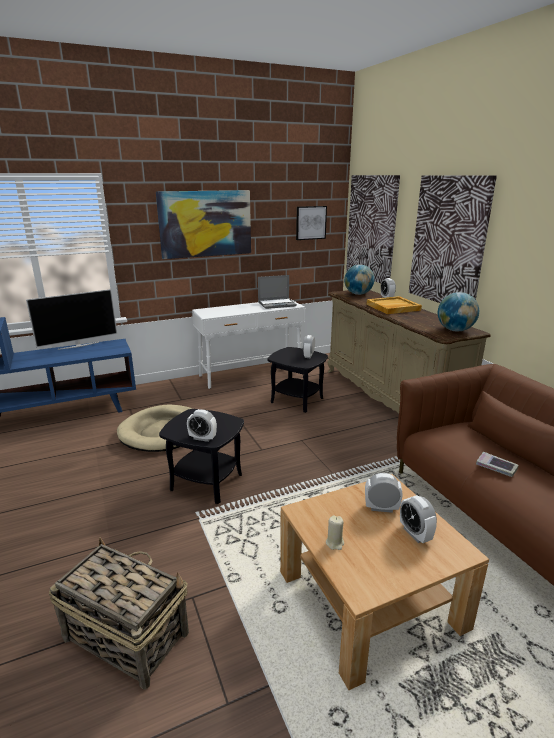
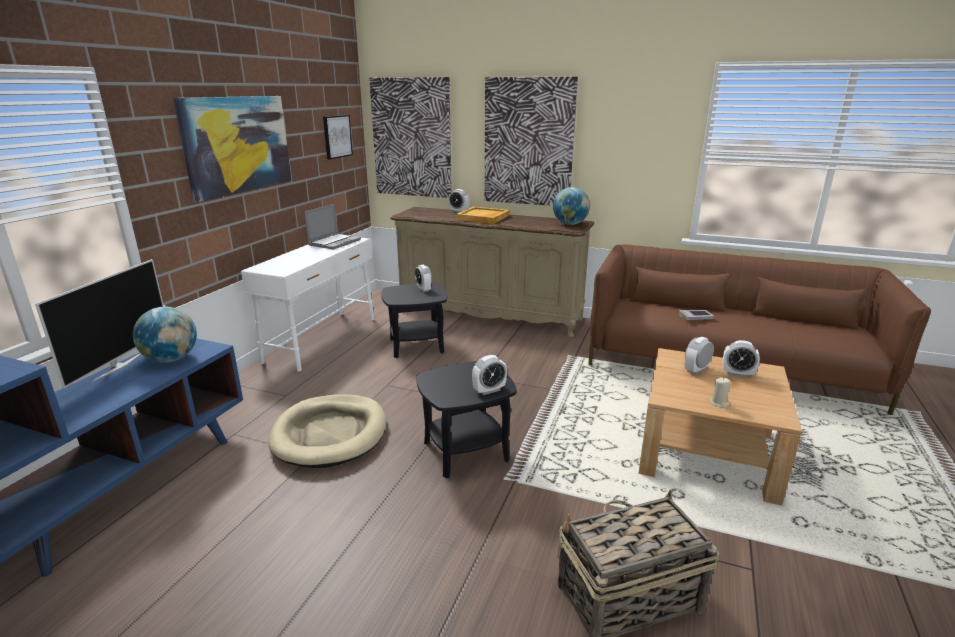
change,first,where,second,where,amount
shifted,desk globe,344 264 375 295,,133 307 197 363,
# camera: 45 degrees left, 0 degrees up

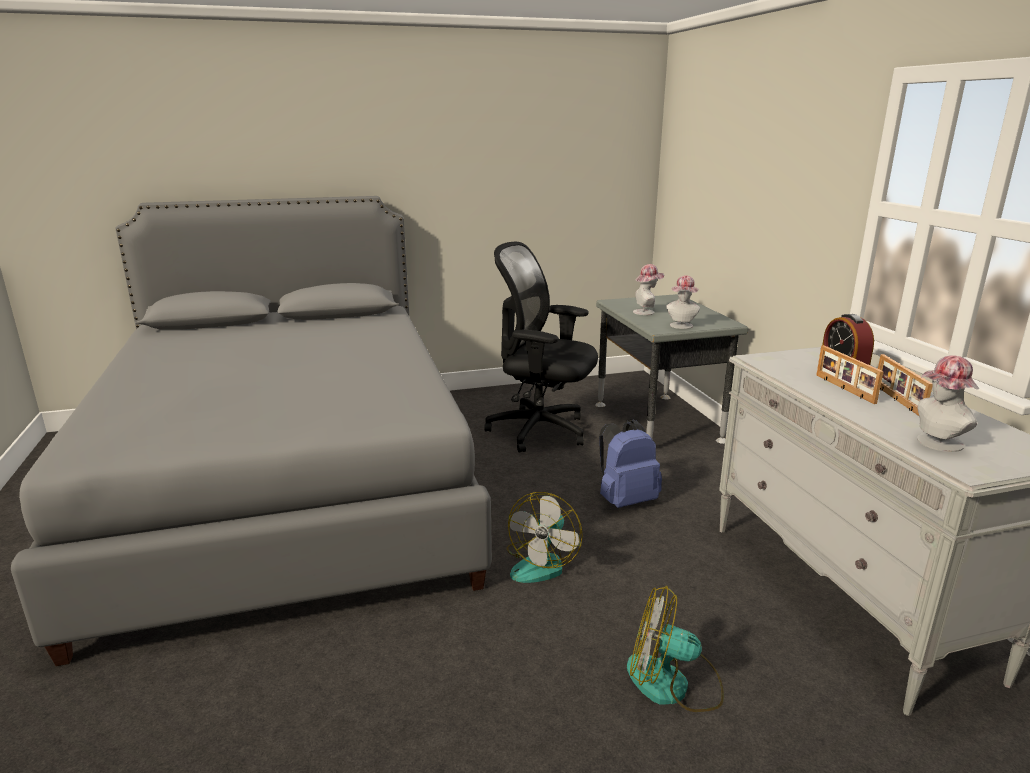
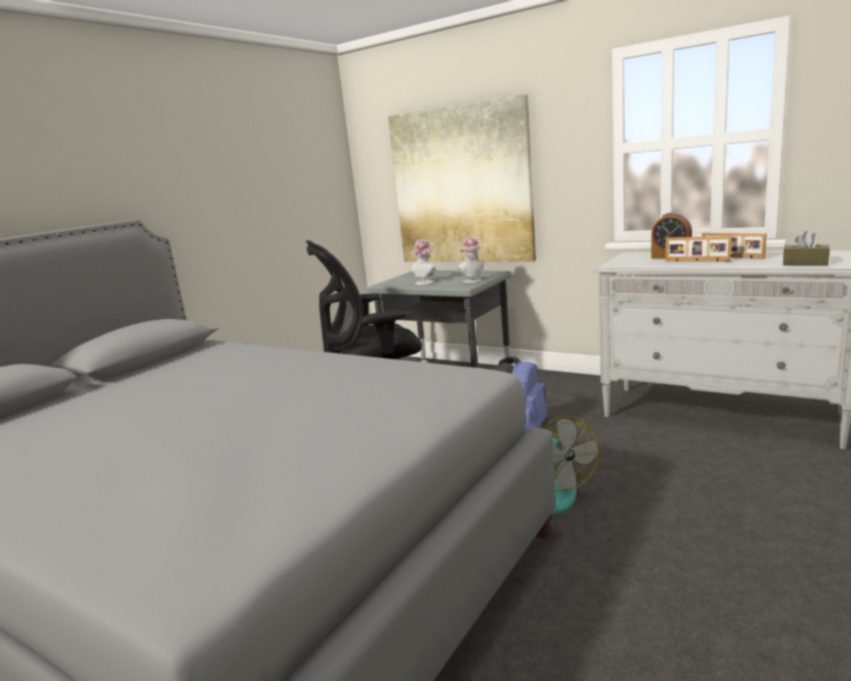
change,first,where,second,where,amount
new,,,wall picture,388 94 536 262,
swapped,hat,917 355 979 452,brownish tissue holder,783 231 829 265,
gone,electric fan,627 586 724 712,,,
# camera: 40 degrees left, 5 degrees down

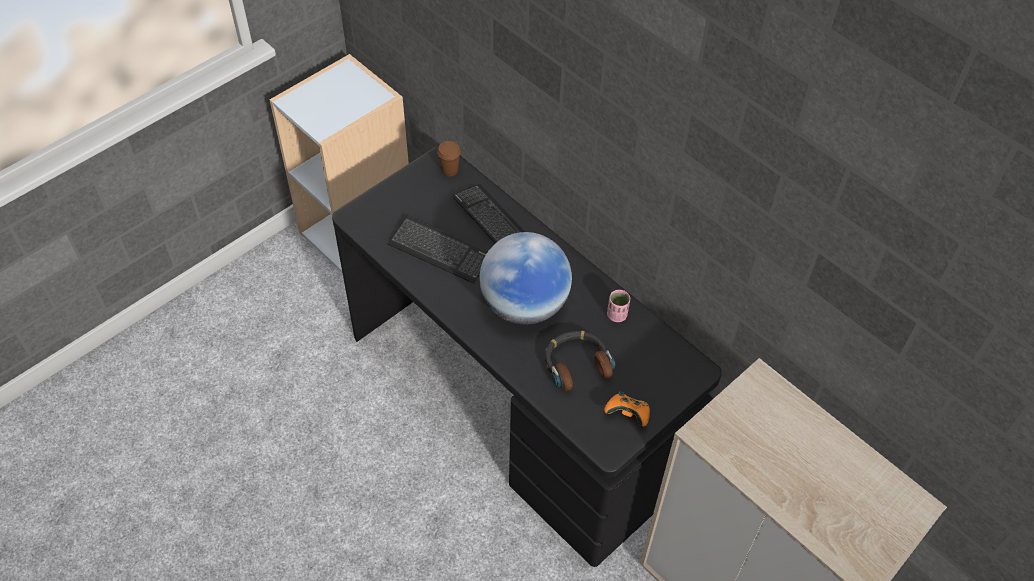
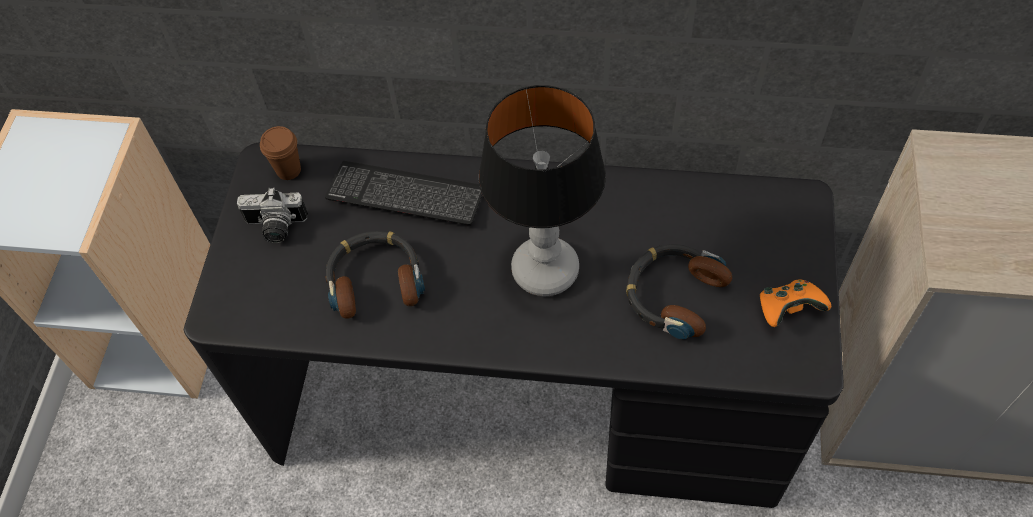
change,first,where,second,where,amount
new,,,still camera,237 187 308 243,
swapped,computer keyboard,388 216 487 284,pair of headphones,325 231 425 319,
swapped,desk globe,479 232 572 324,table lamp,479 85 606 296,
gone,pink small cup,607 290 630 322,,,
# camera: 35 degrees left, 5 degrees up

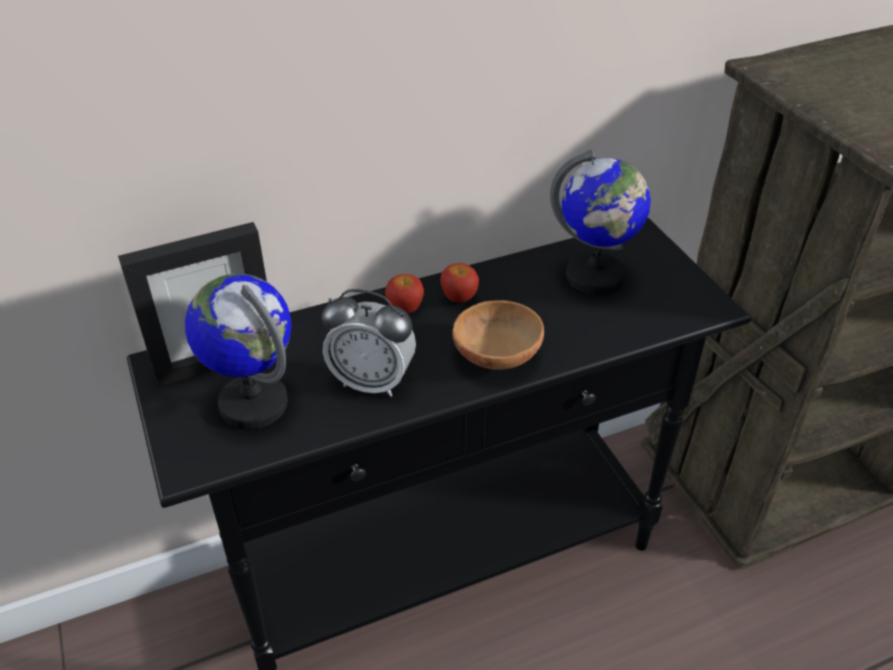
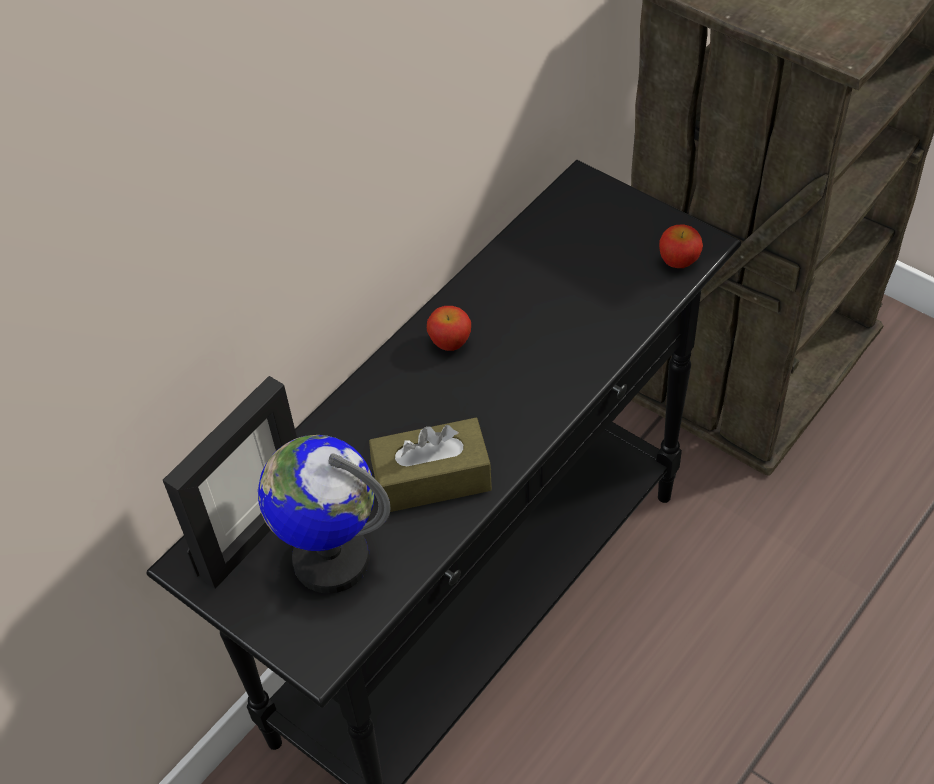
change,first,where,second,where,amount
swapped,bedside clock,322 289 416 397,brownish tissue holder,369 418 492 512,
shifted,apple,385 274 424 313,,659 224 703 268,
gone,brownish deep dish,452 300 544 370,,,
gone,desk globe,550 149 651 295,,,
# camera: 25 degrees left, 10 degrees up

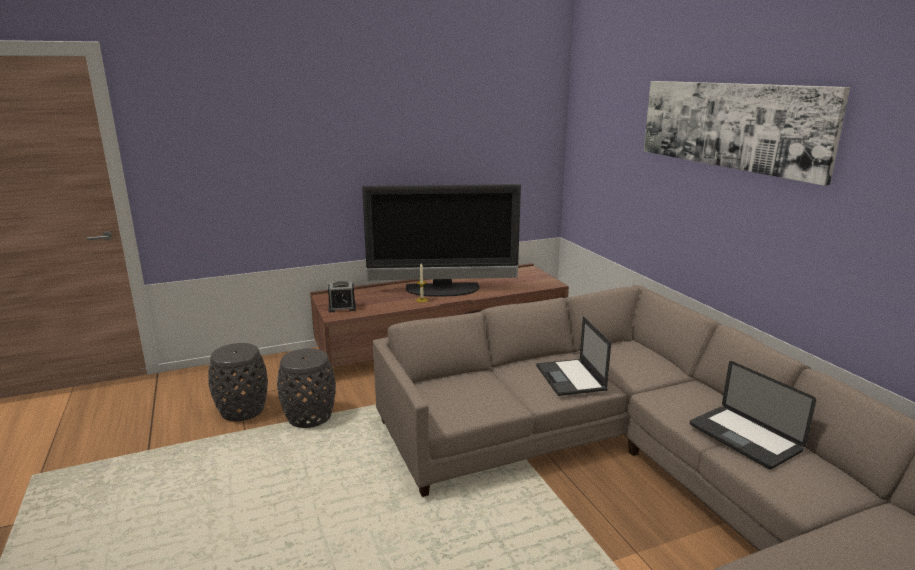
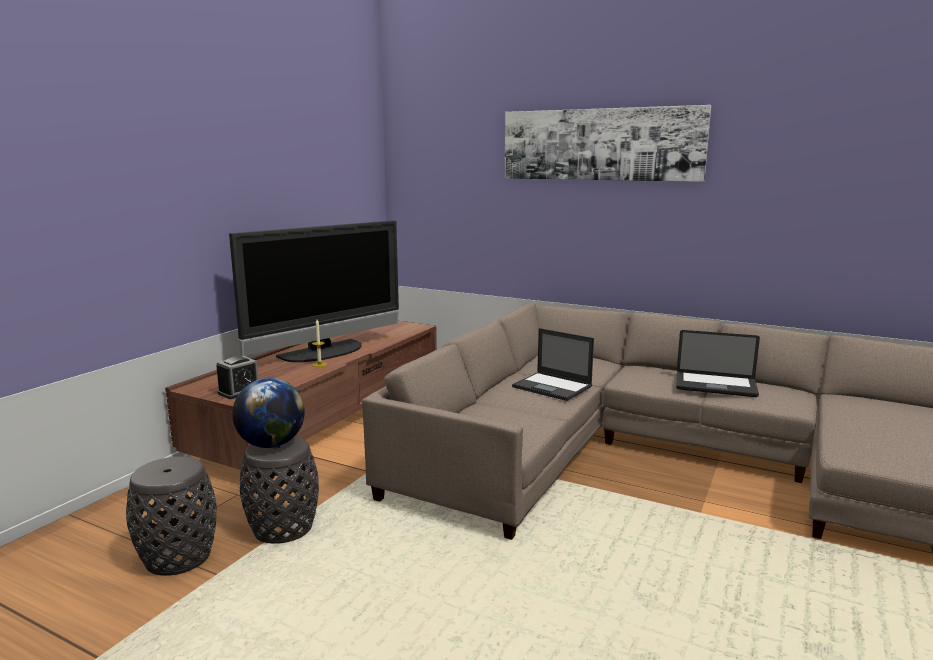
change,first,where,second,where,amount
new,,,desk globe,232 378 305 448,
# camera: 40 degrees left, 5 degrees down

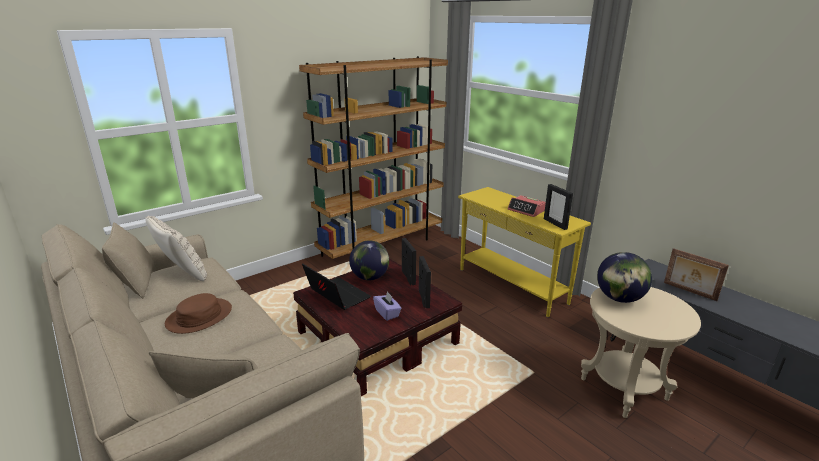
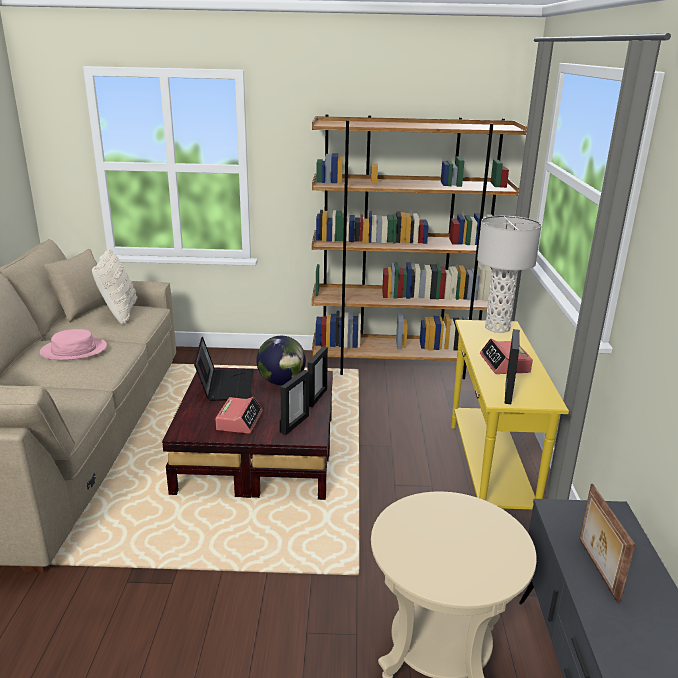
change,first,where,second,where,amount
repainted,brownish hat,165 293 232 334,pink hat,40 329 107 360,
swapped,purple-coloured tissue holder,373 291 401 321,bedside clock,215 397 263 434,
new,,,white-coloured table lamp,477 216 542 333,
gone,desk globe,597 252 652 303,,,
# camera: 40 degrees right, 0 degrees up

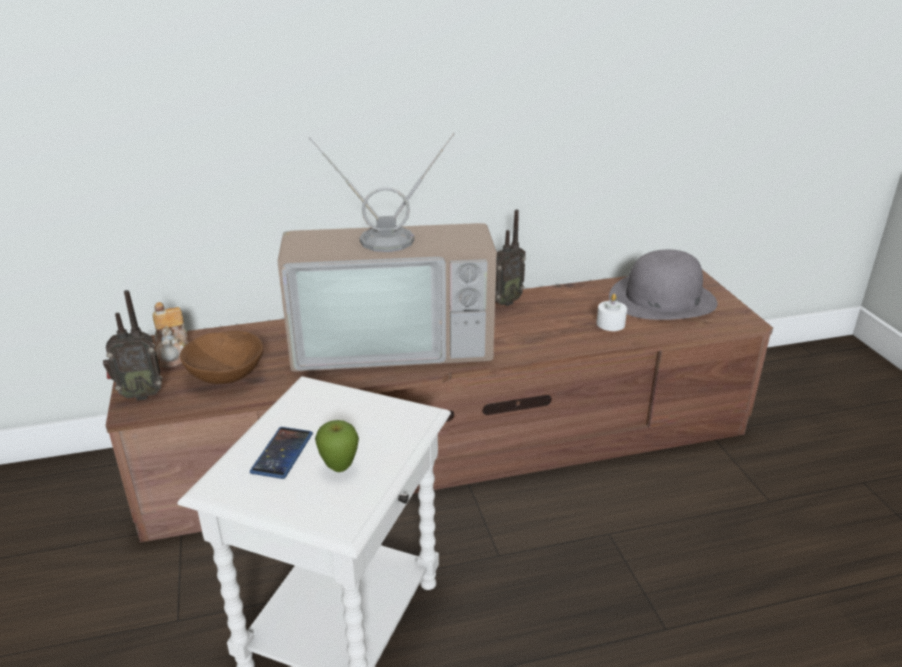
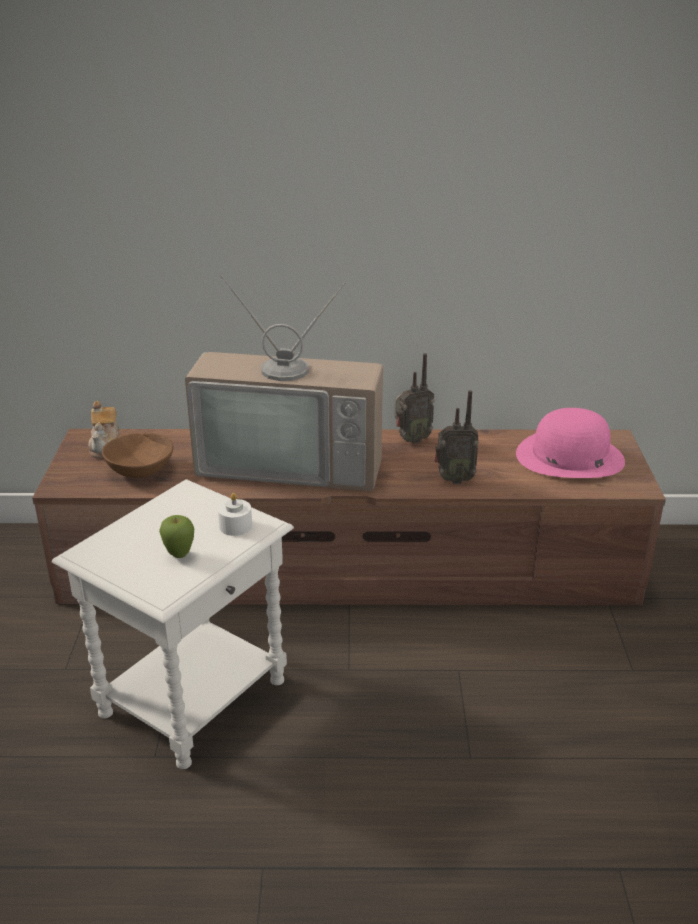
change,first,where,second,where,amount
shifted,white-coloured candle,596 294 627 331,,218 493 252 536,
shifted,radio,103 290 162 401,,435 390 479 484,
repainted,greyish hat,609 250 717 320,pink hat,516 408 625 478,
gone,handset,250 427 313 479,,,
# camera: 15 degrees right, 0 degrees up

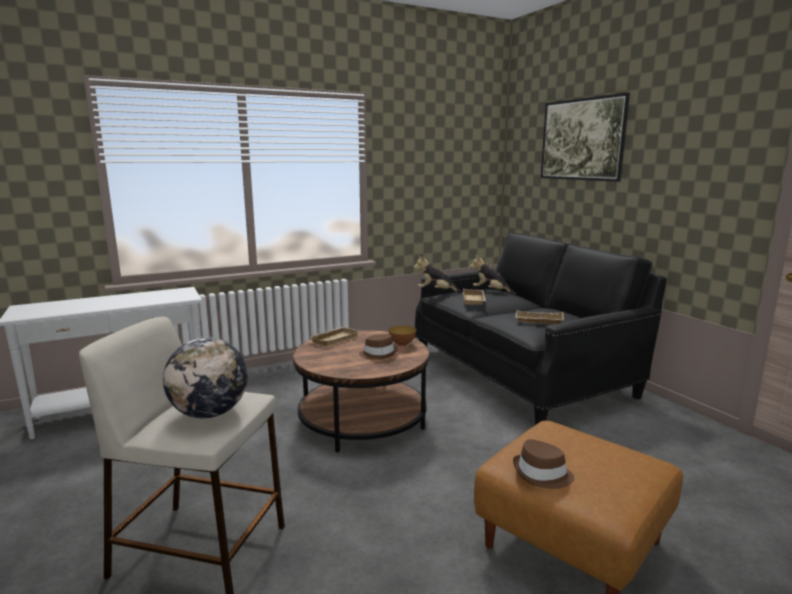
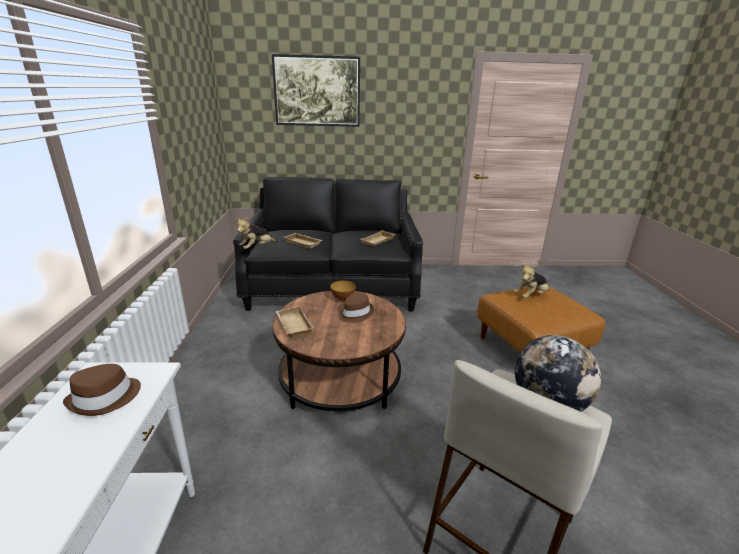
change,first,where,second,where,amount
shifted,brownish hat,513 439 574 489,,63 364 141 416,
shifted,soft toy,470 255 516 295,,514 264 549 298,
# camera: 65 degrees left, 10 degrees up

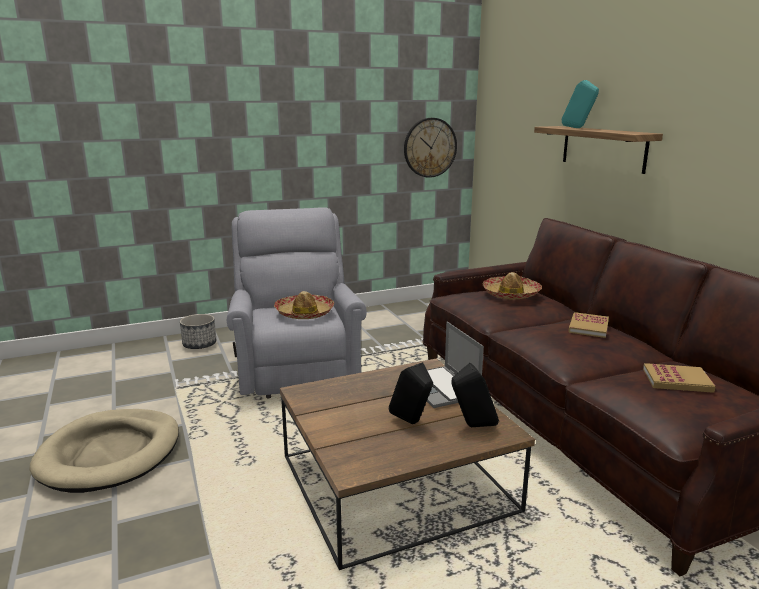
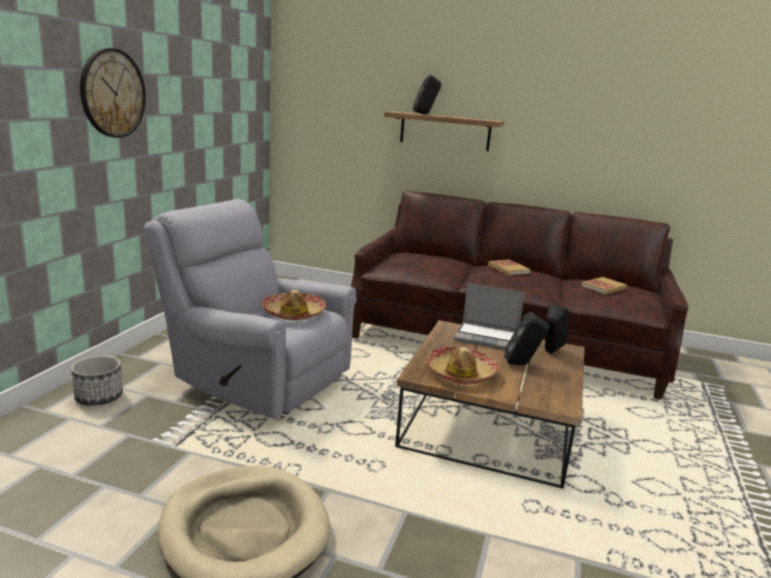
change,first,where,second,where,amount
shifted,wall clock,404 118 457 178,,80 48 146 138,
repainted,turquoise loudspeaker,562 80 599 128,blackish loudspeaker,413 75 441 114,
shifted,hat,483 272 542 300,,426 346 499 384,
# camera: 50 degrees left, 0 degrees up

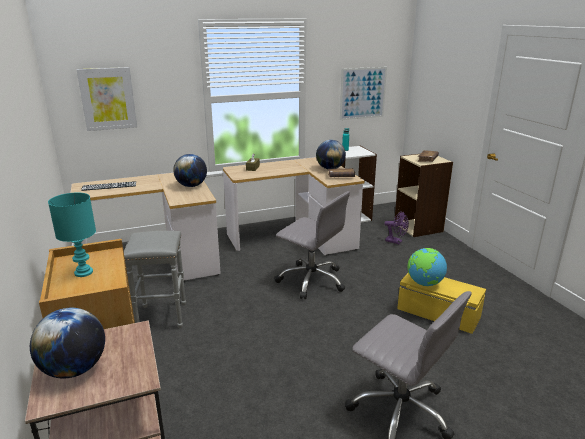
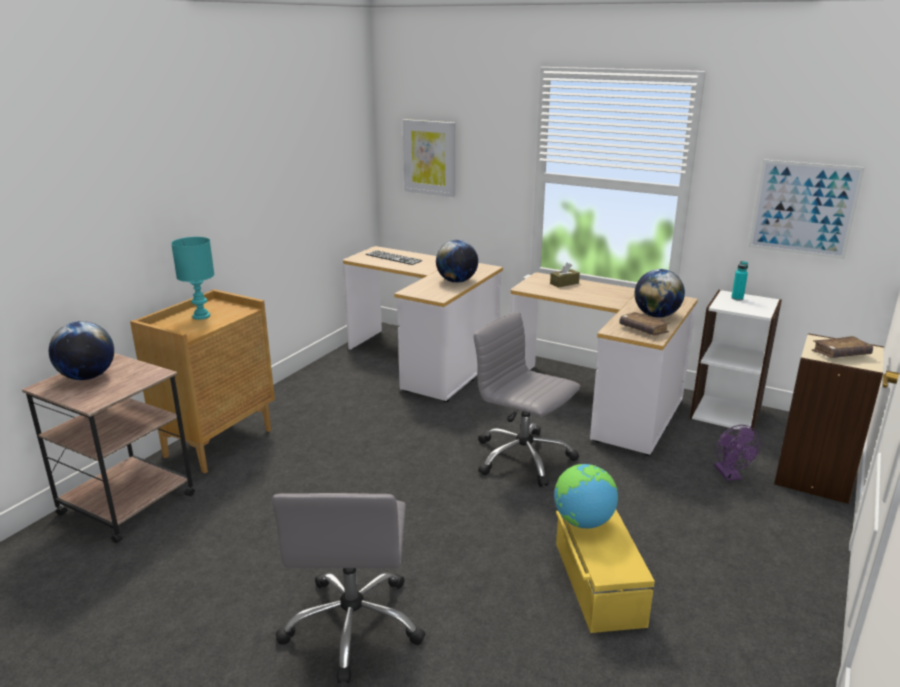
change,first,where,second,where,amount
rotated,greyish computer chair,275 191 350 299,,474 312 580 487,135 degrees clockwise
gone,greyish stool,124 231 186 328,,,
# camera: 50 degrees right, 0 degrees up

